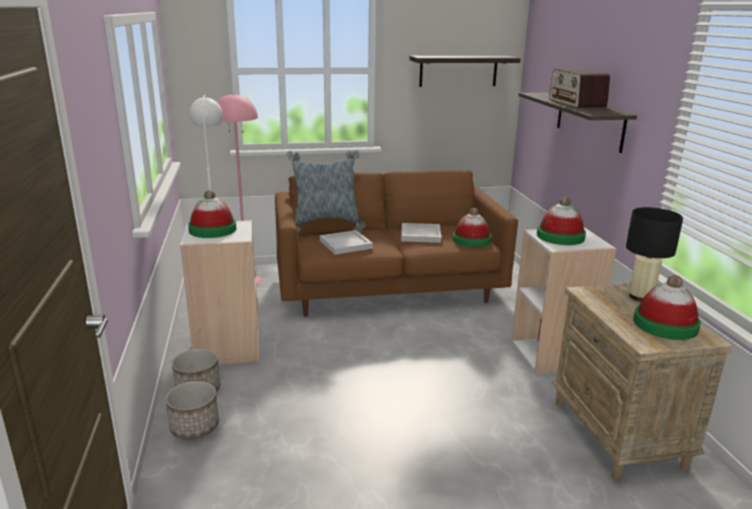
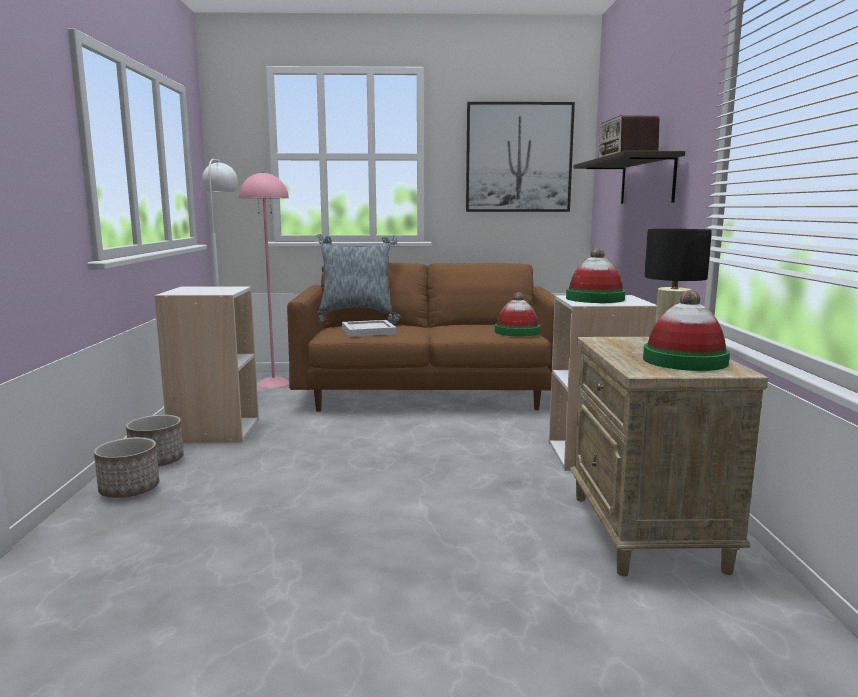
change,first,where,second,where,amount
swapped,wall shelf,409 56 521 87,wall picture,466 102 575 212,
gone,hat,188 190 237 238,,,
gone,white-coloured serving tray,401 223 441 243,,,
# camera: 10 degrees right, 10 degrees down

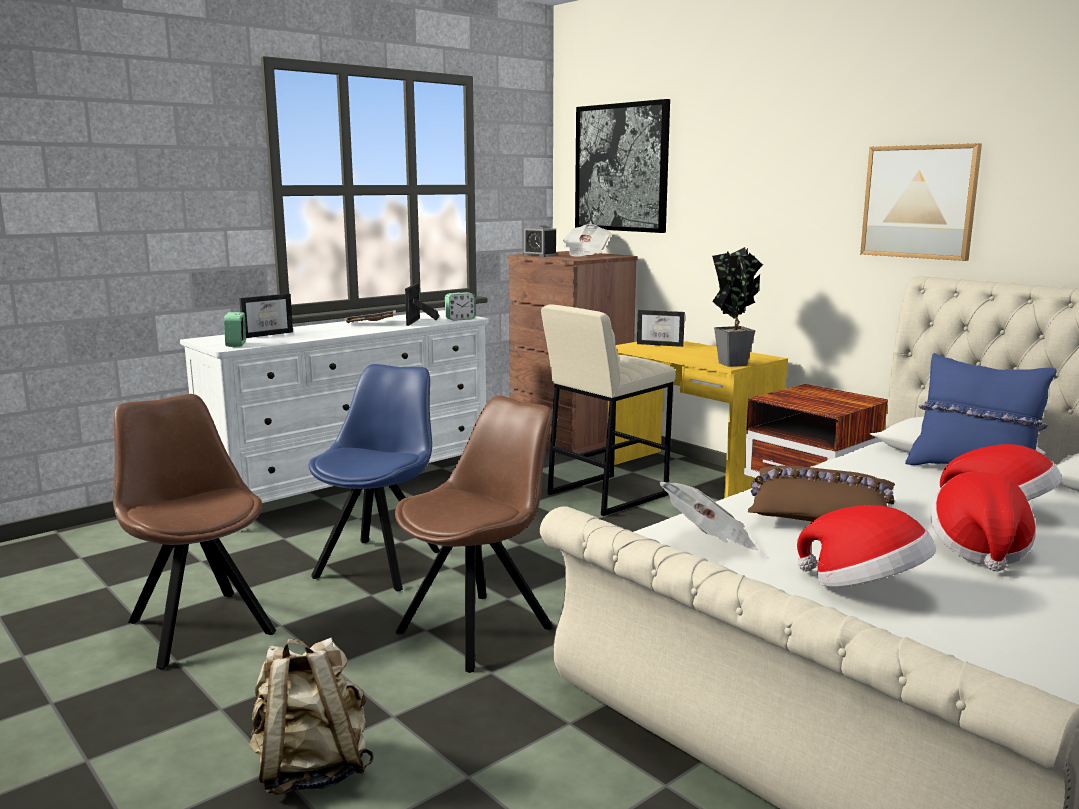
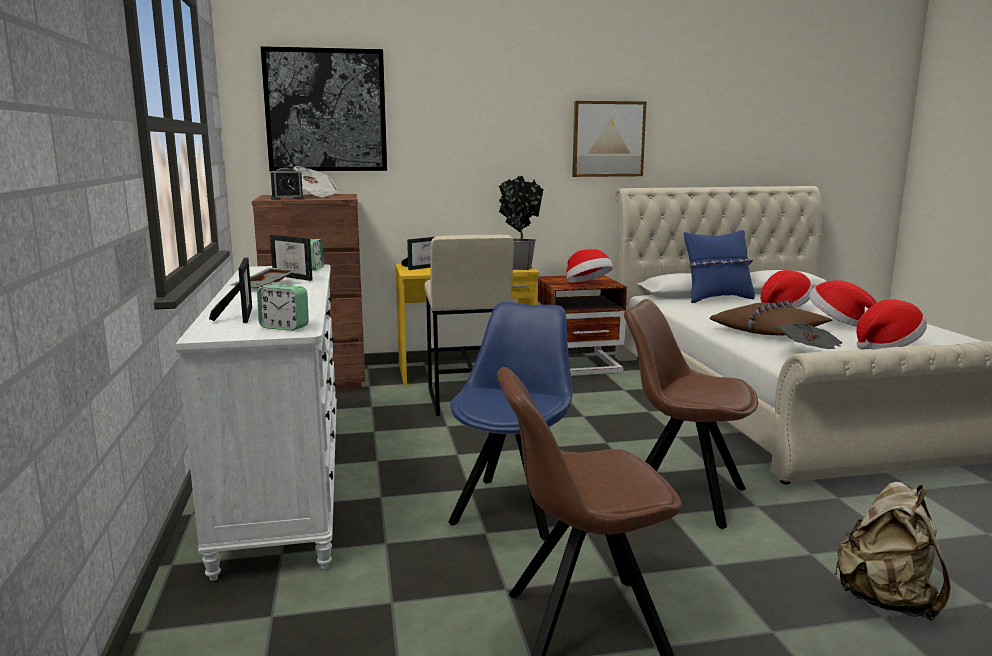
change,first,where,second,where,amount
rotated,blue chair,309 364 440 591,,448 302 573 541,60 degrees clockwise
new,,,hat,566 249 613 282,
rotated,brownish chair,395 396 553 673,,624 299 758 529,45 degrees counterclockwise
# camera: 60 degrees left, 0 degrees up

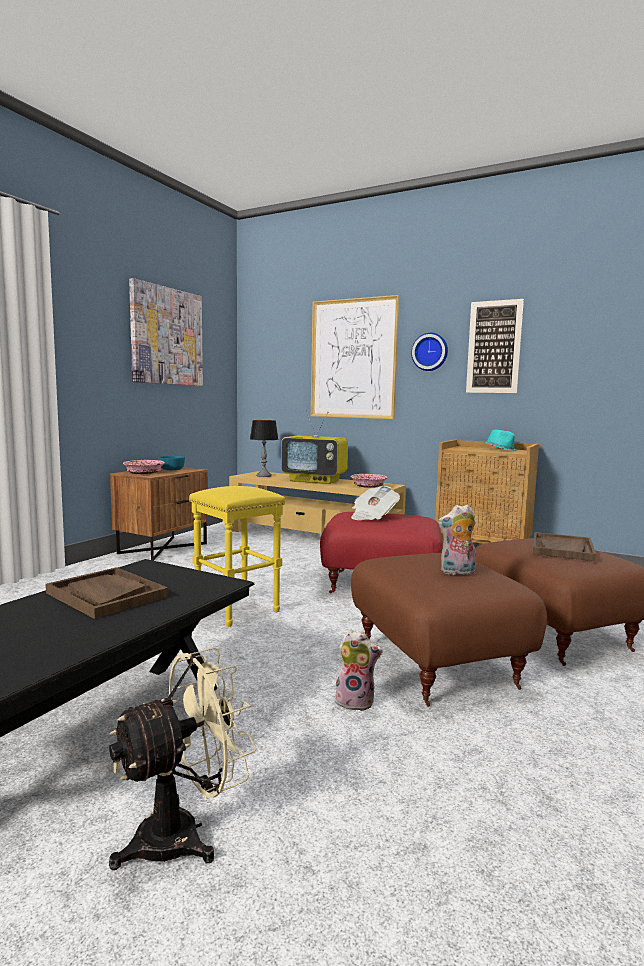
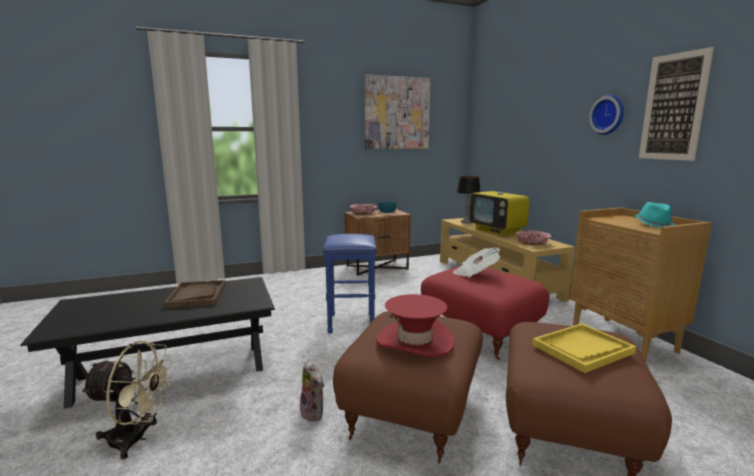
change,first,where,second,where,amount
repainted,yellow-coloured stool,189 486 285 627,blue stool,323 234 377 333,
swapped,soft toy,438 504 476 575,red-coloured hat,376 294 455 357,
repainted,brownish serving tray,533 532 596 561,yellow-coloured serving tray,532 323 636 373,
gone,wall picture,311 295 399 419,,,
# camera: 40 degrees right, 5 degrees up

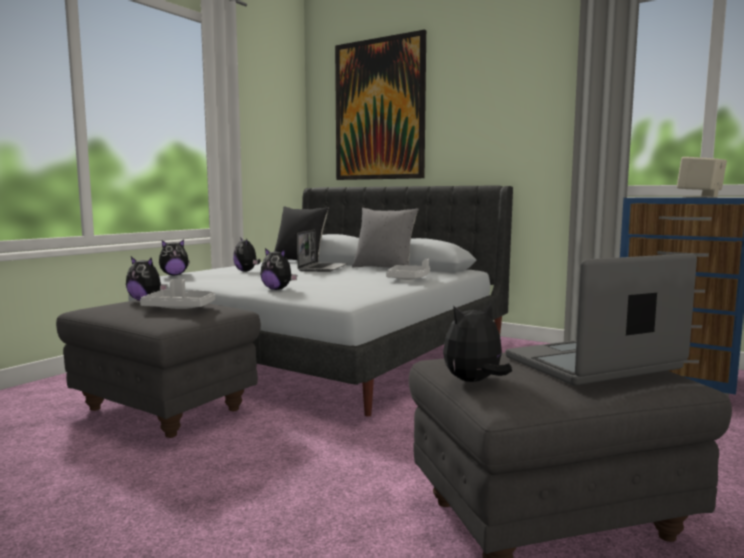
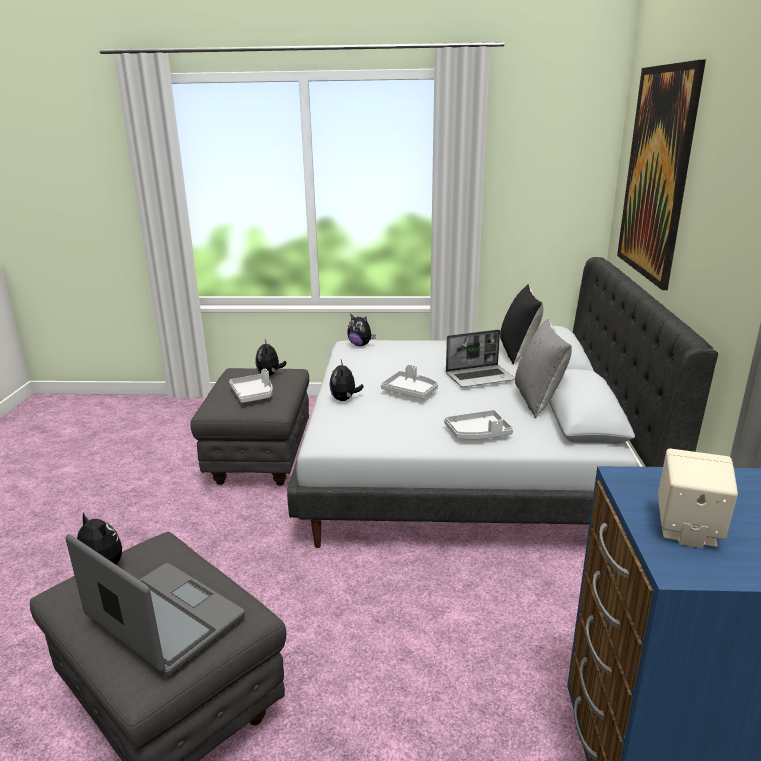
change,first,where,second,where,amount
new,,,greyish serving tray,381 364 438 399,
gone,soft toy,233 237 261 272,,,
# camera: 60 degrees right, 15 degrees up

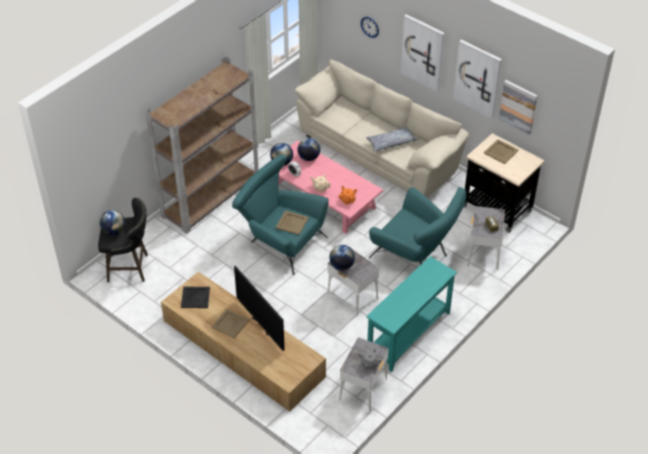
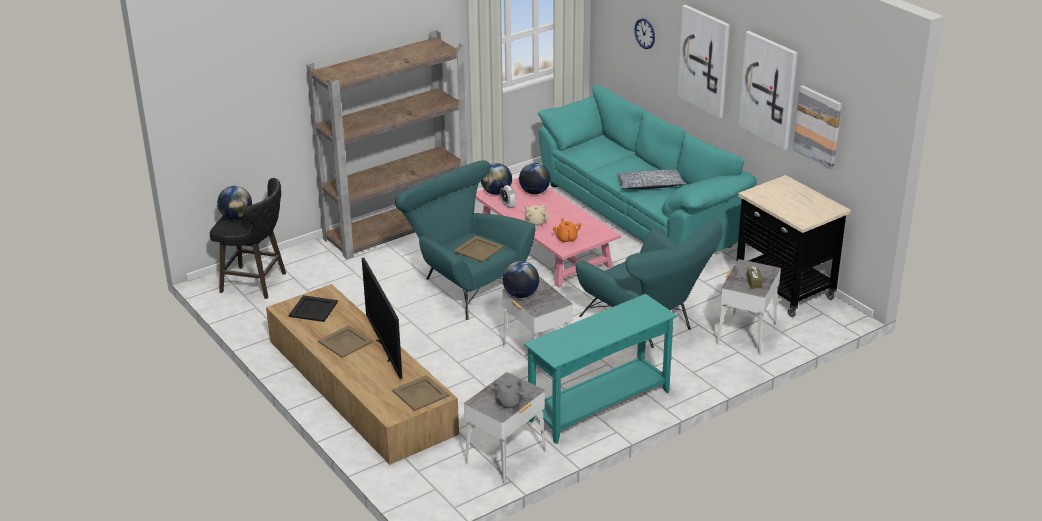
change,first,where,second,where,amount
shifted,sand-coloured serving tray,484 139 519 164,,392 375 449 411,
repainted,sand-coloured couch,294 60 469 198,turquoise couch,538 84 757 253,
# camera: 15 degrees right, 15 degrees down

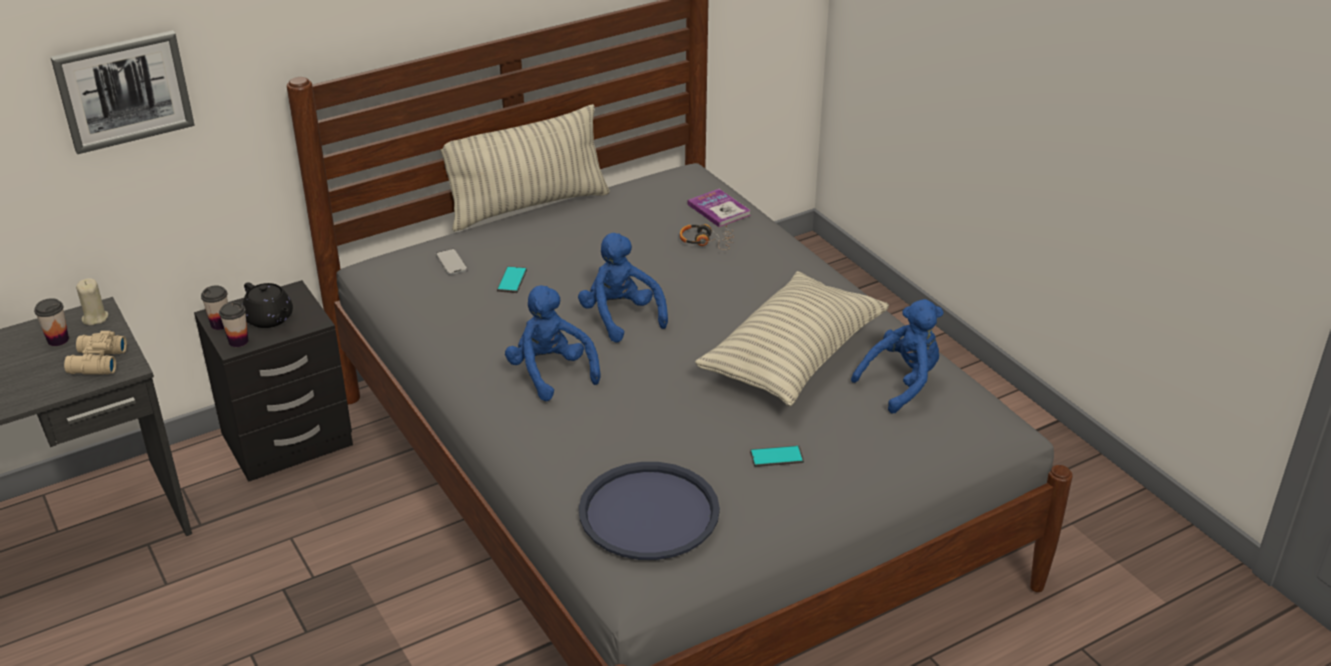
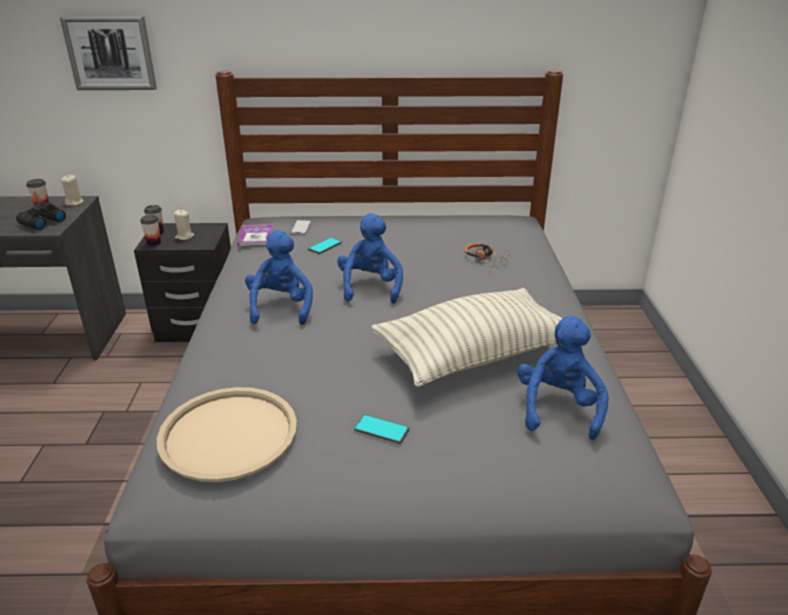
change,first,where,second,where,amount
repainted,sand-coloured binoculars,64 331 127 375,blackish binoculars,16 202 66 230,
repainted,blue serving tray,579 462 720 560,sand-coloured serving tray,157 387 297 482,
swapped,blackish tea pot,242 282 293 328,sand-coloured candle,174 210 194 240,
shifted,bound book,687 189 751 227,,237 224 273 247,
rotated,blue soft toy,851 299 944 413,,517 316 608 440,75 degrees counterclockwise
gone,throw pillow,440 104 610 232,,,
# camera: 30 degrees right, 5 degrees down

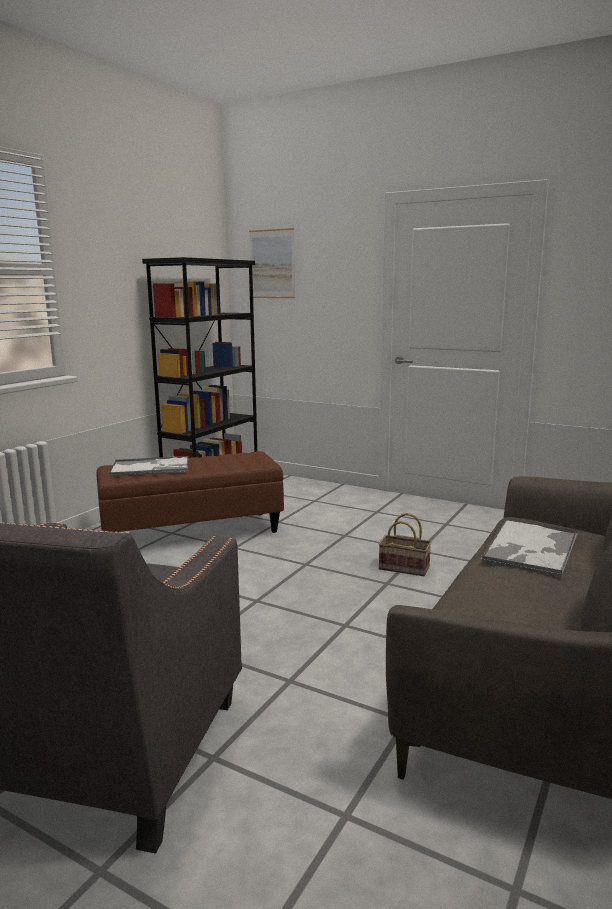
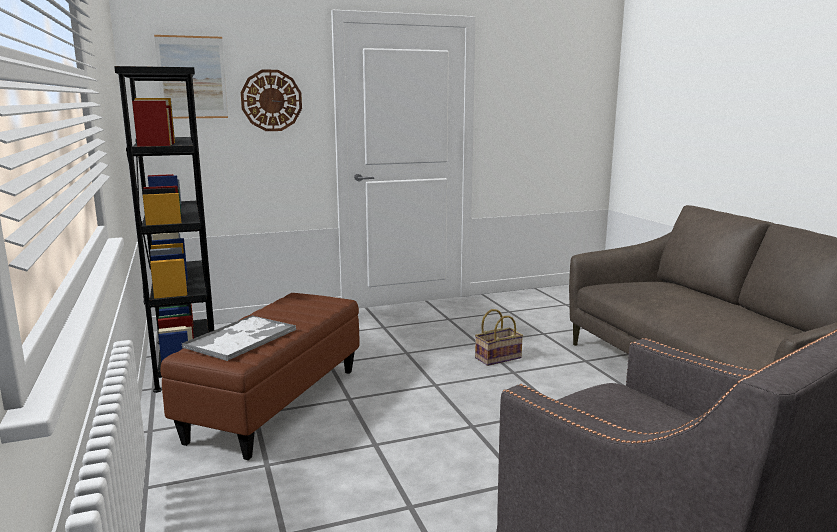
change,first,where,second,where,amount
new,,,wall clock,241 70 302 131,
gone,serving tray,481 519 577 577,,,
# camera: 50 degrees left, 0 degrees up

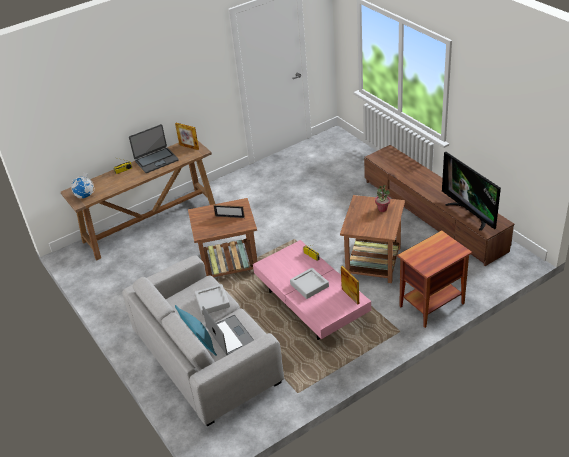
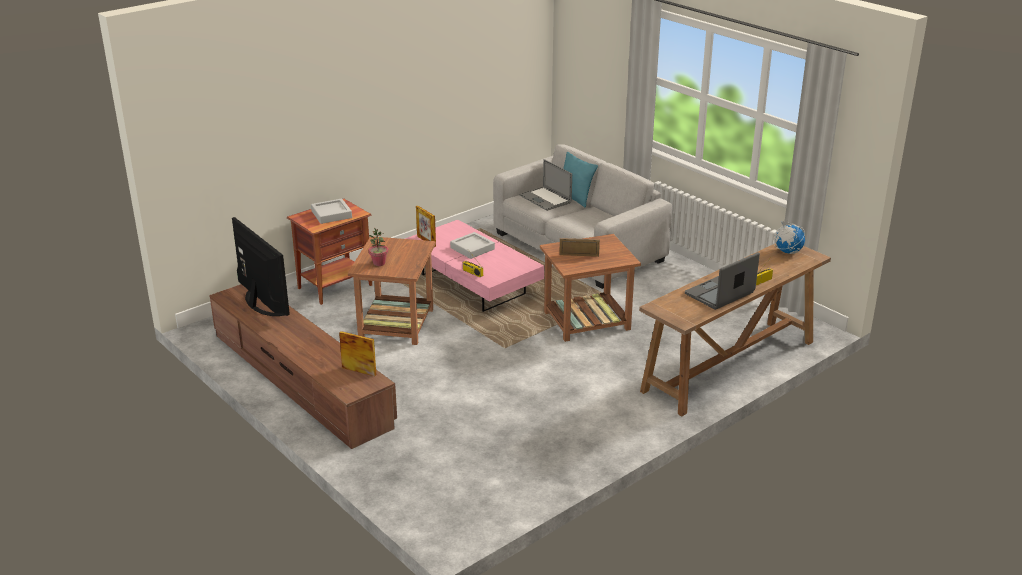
change,first,where,second,where,amount
shifted,greyish serving tray,195 284 230 315,,311 199 352 224,
shifted,photo frame,175 123 199 150,,339 331 376 376,
# camera: 170 degrees right, 10 degrees down

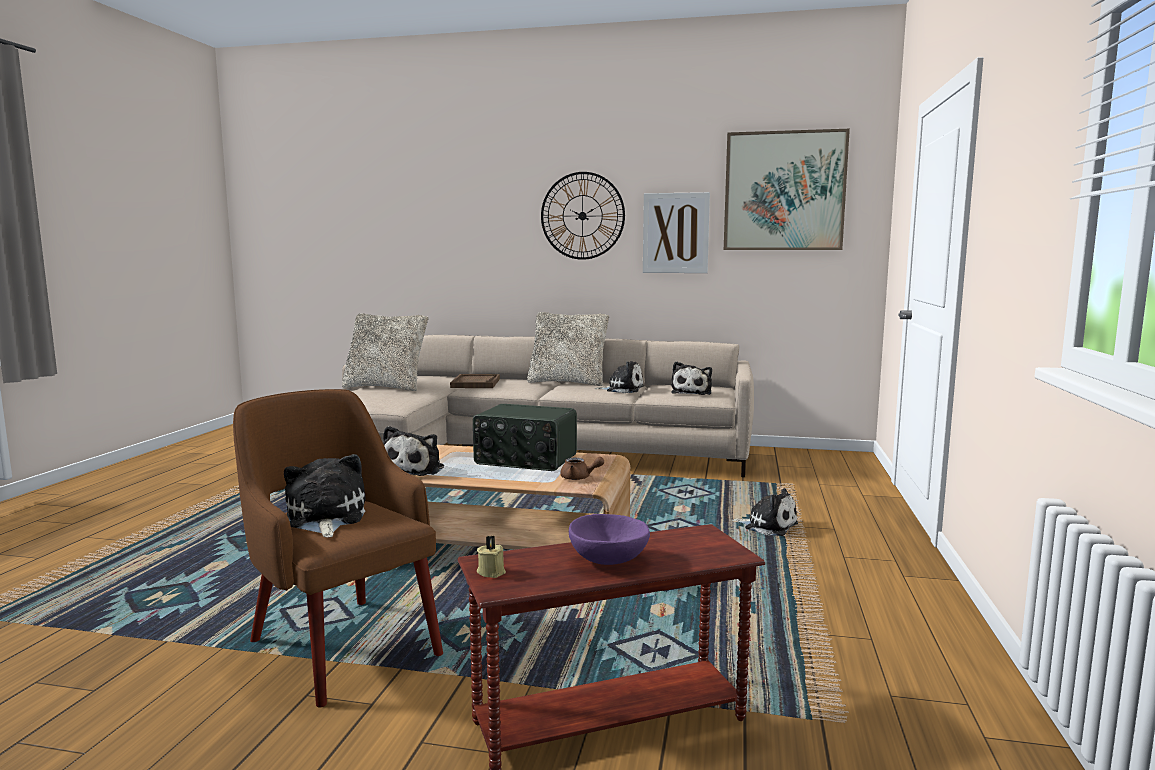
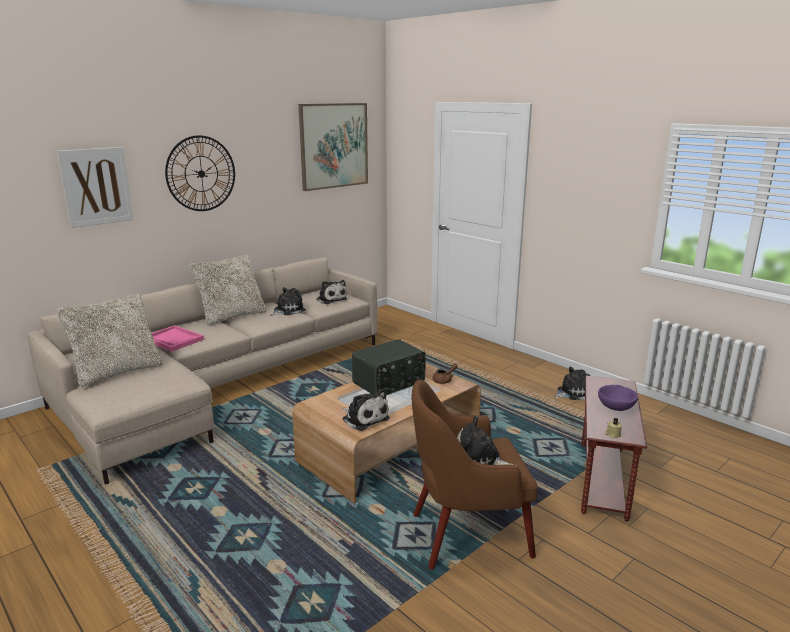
change,first,where,second,where,amount
shifted,wall picture,643 192 710 273,,57 147 134 228,
repainted,brownish serving tray,450 374 500 388,pink serving tray,151 325 204 352,
shifted,soft toy,732 488 798 536,,554 367 590 400,
# camera: 55 degrees left, 10 degrees up

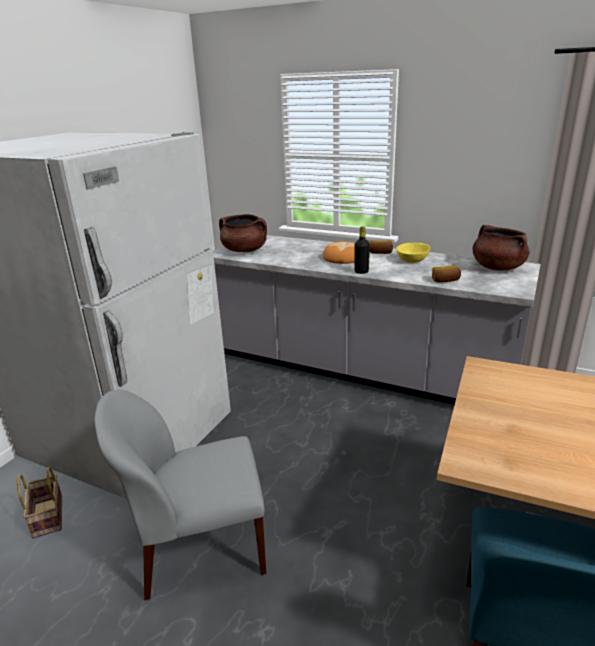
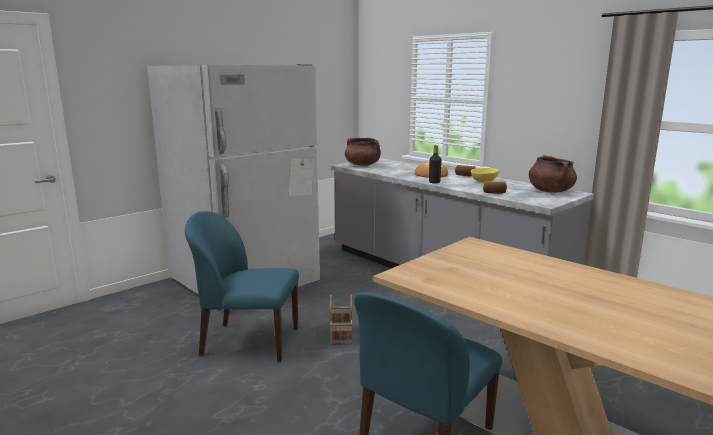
change,first,where,second,where,amount
repainted,greyish chair,95 390 266 600,blue chair,185 211 299 362,
shifted,household basket,17 467 62 538,,330 295 353 345,
# camera: 20 degrees right, 10 degrees down

